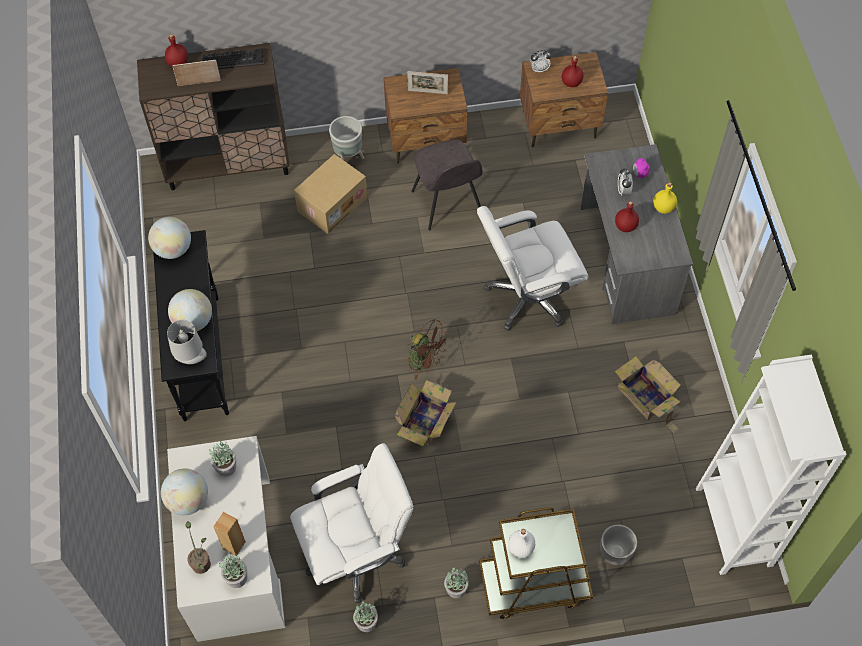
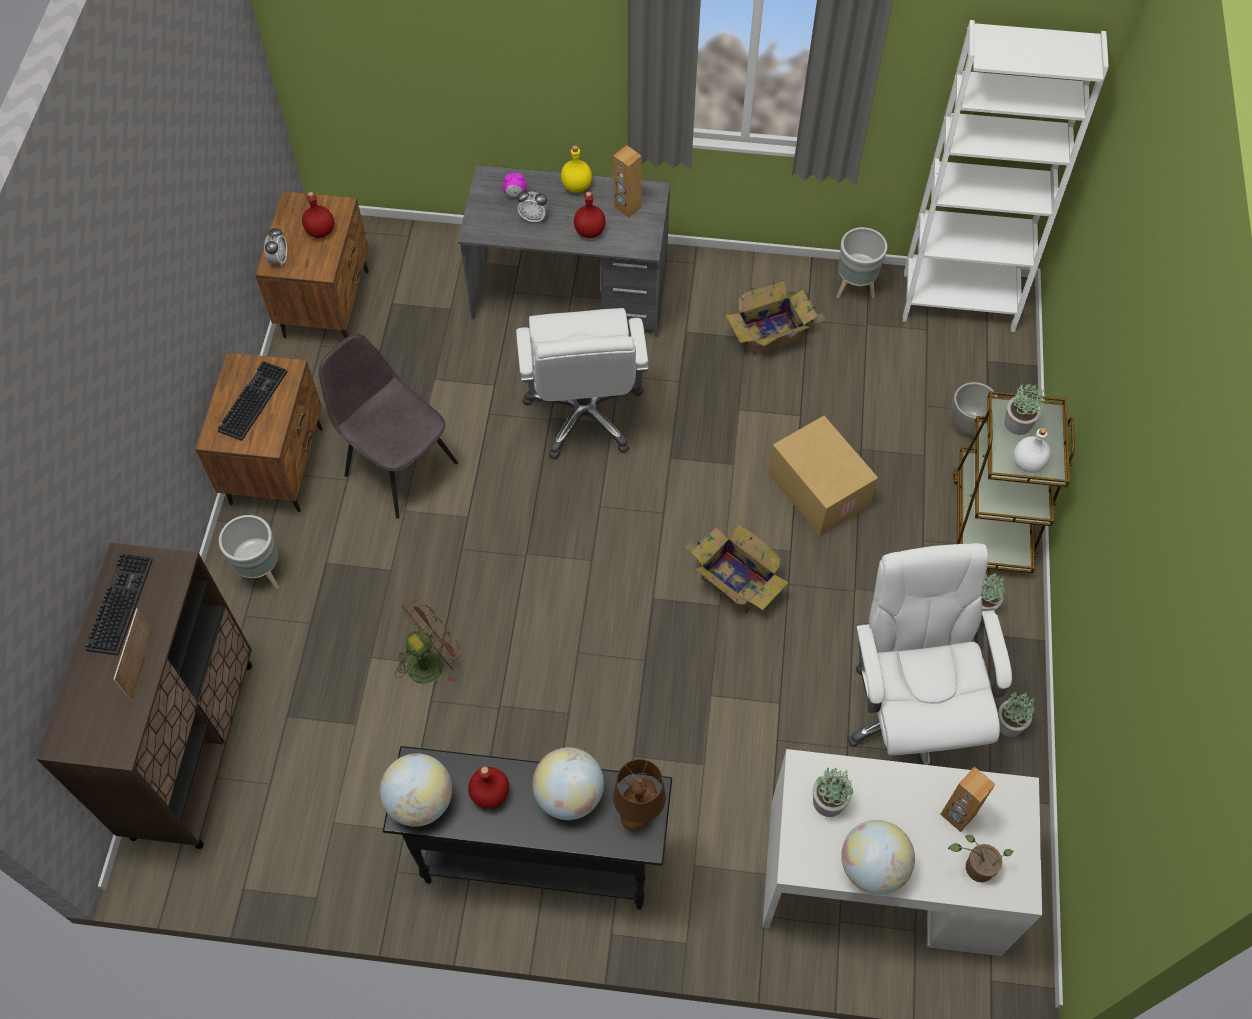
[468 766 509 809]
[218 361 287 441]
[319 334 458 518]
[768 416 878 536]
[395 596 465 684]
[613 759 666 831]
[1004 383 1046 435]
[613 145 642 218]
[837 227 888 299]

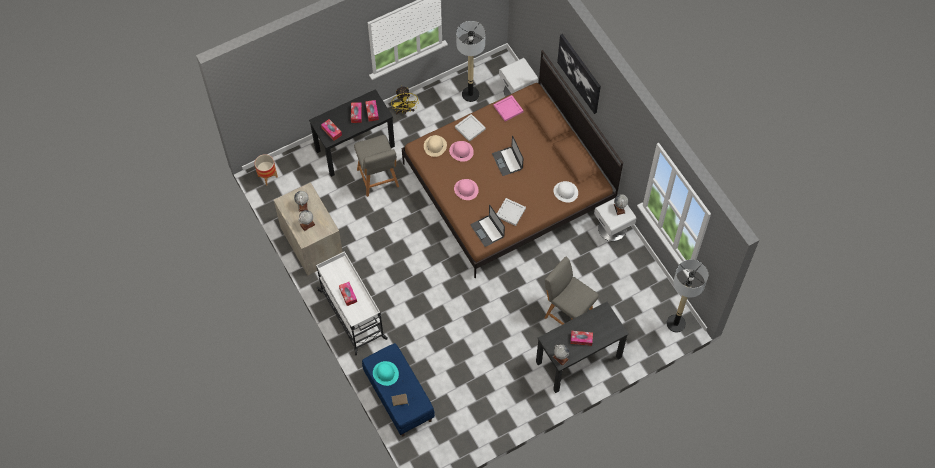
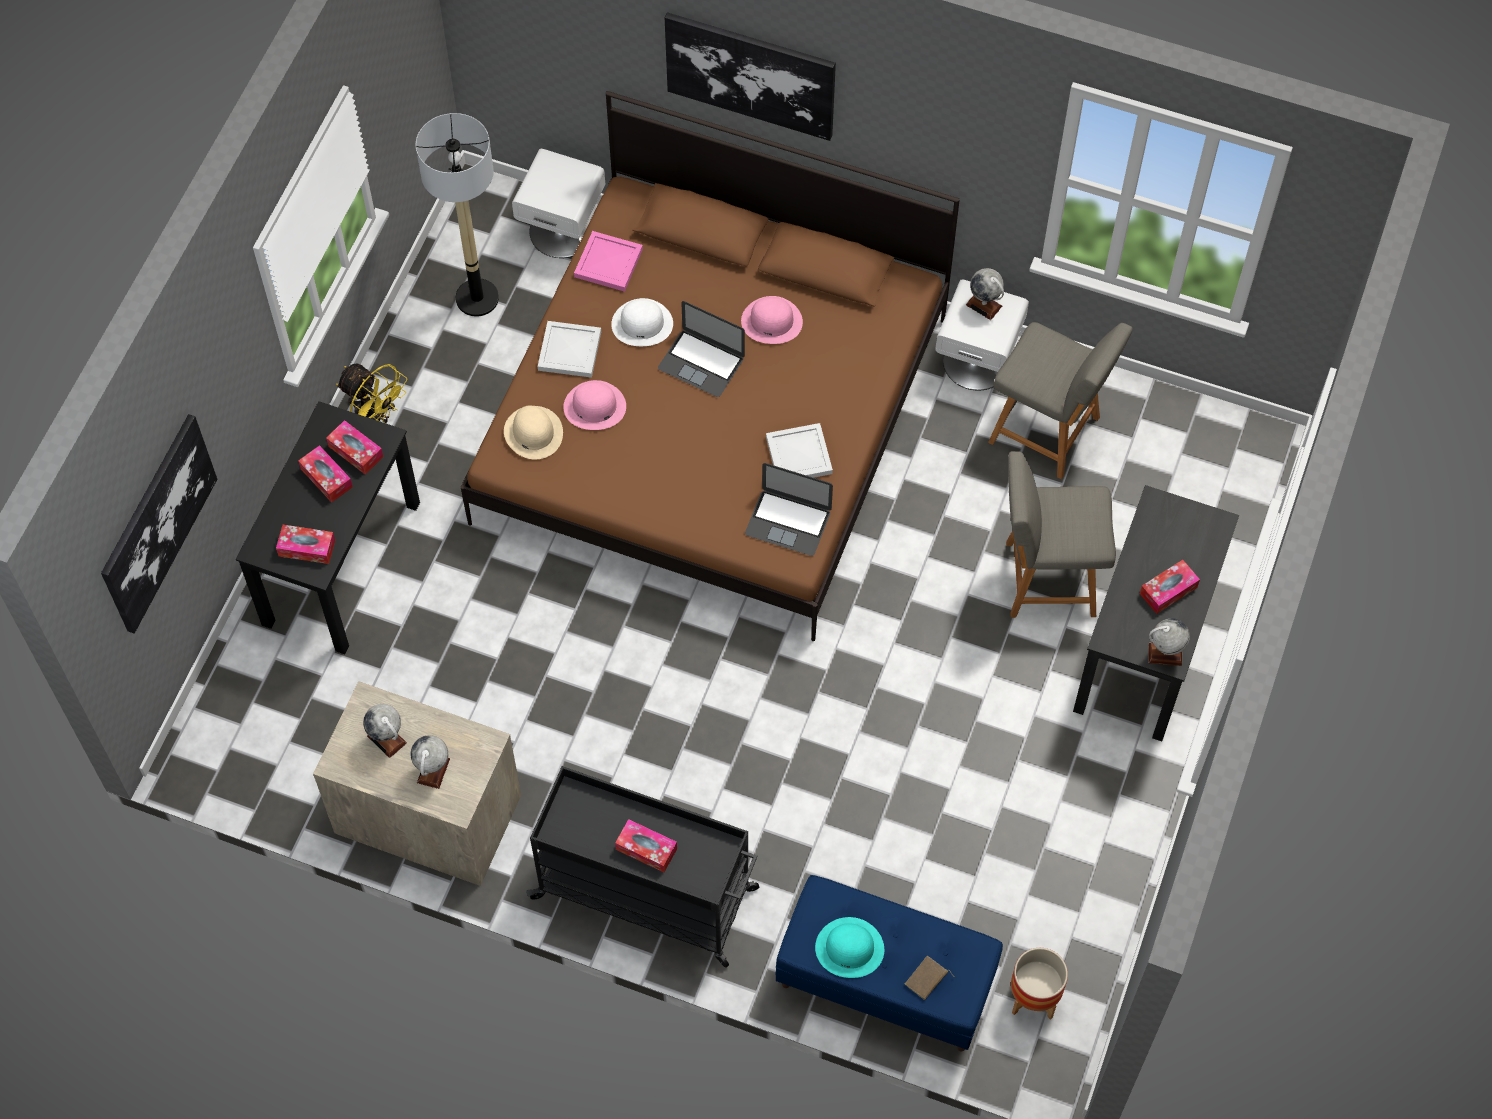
[988 322 1133 479]
[1011 948 1068 1020]
[741 296 803 344]
[611 298 673 346]
[526 766 759 968]
[667 259 708 332] (first image)
[101 414 217 634]

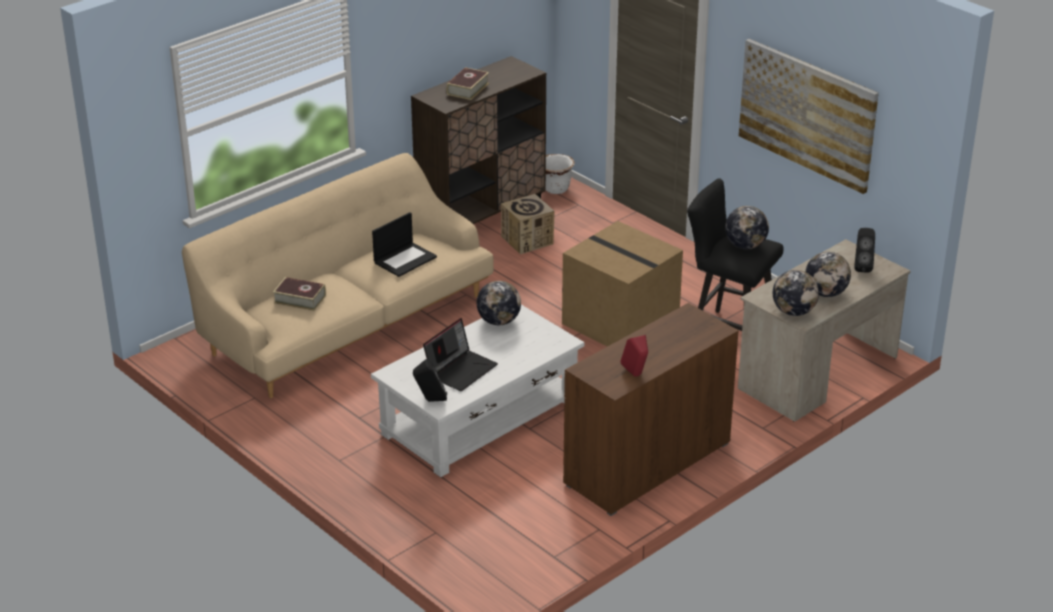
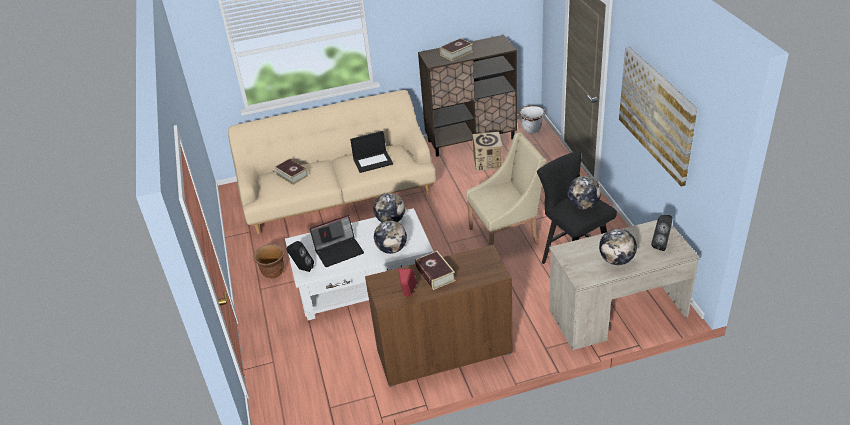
[466 132 547 245]
[374 220 407 254]
[253 244 285 278]
[415 251 456 290]

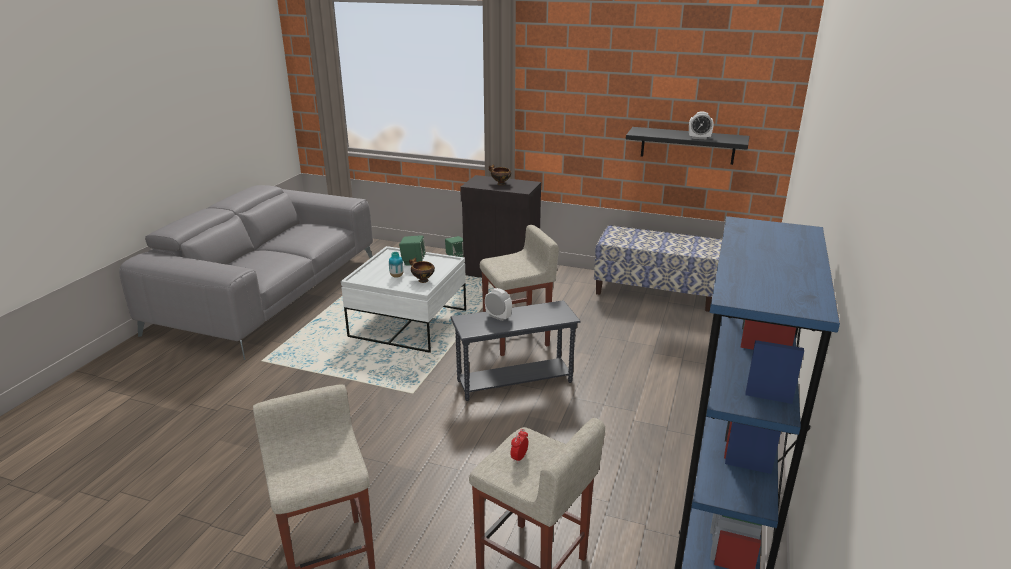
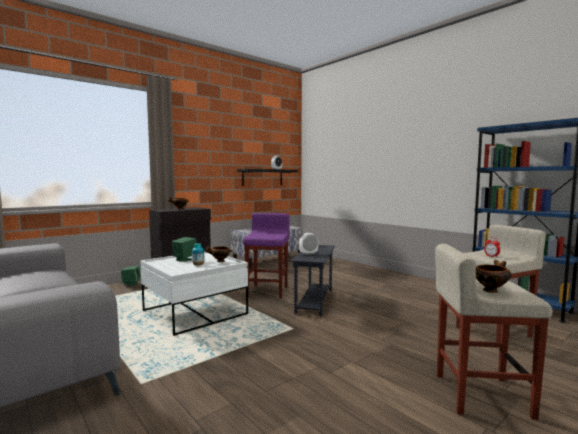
[243 213 289 298]
[476 260 512 293]

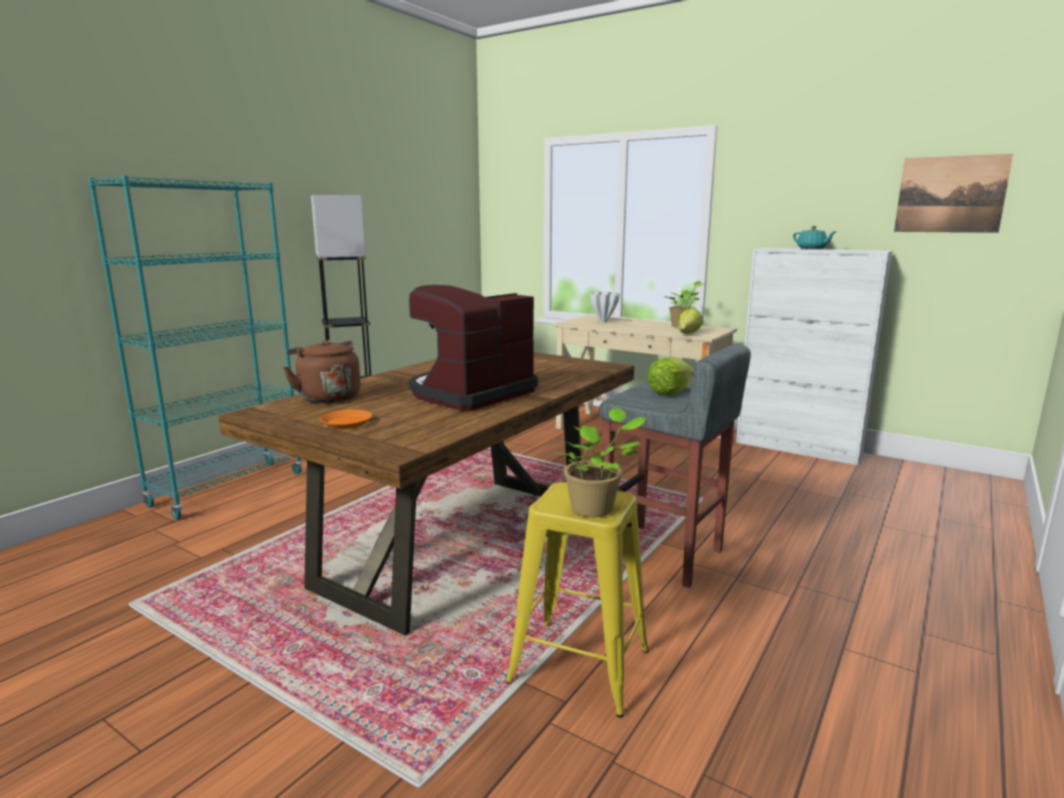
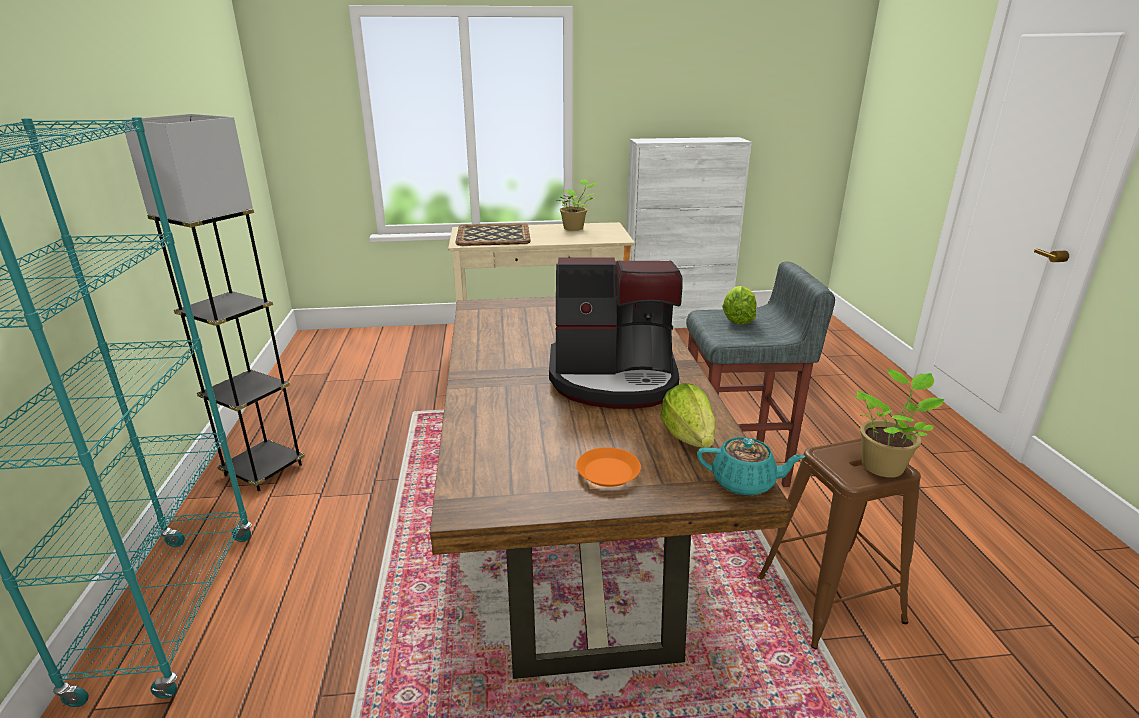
[894 154 1013 233] (first image)
[697 437 806 496]
[549 257 683 409]
[455 223 531 246]
[660 383 716 448]
[283 340 361 403] (first image)
[758 438 921 649]

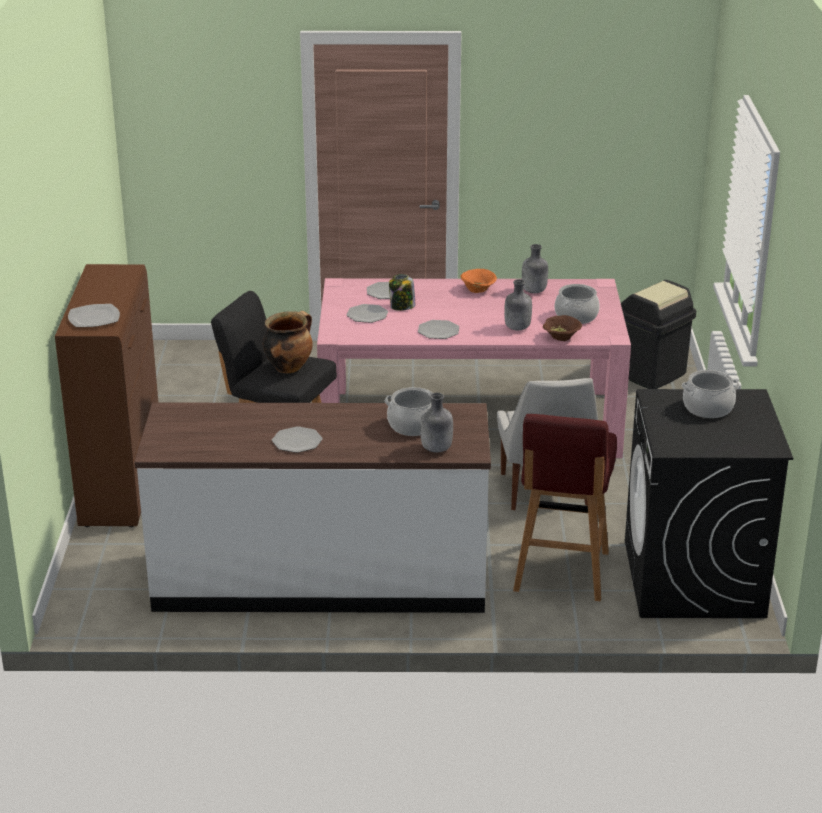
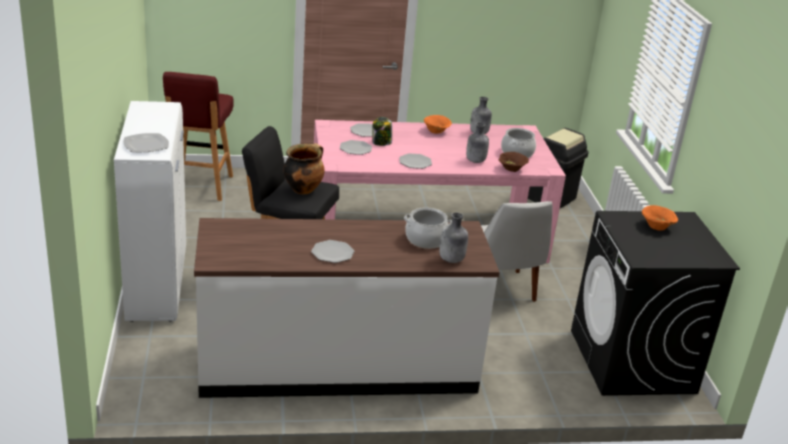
[114 101 186 322]
[642 205 678 231]
[163 72 234 201]

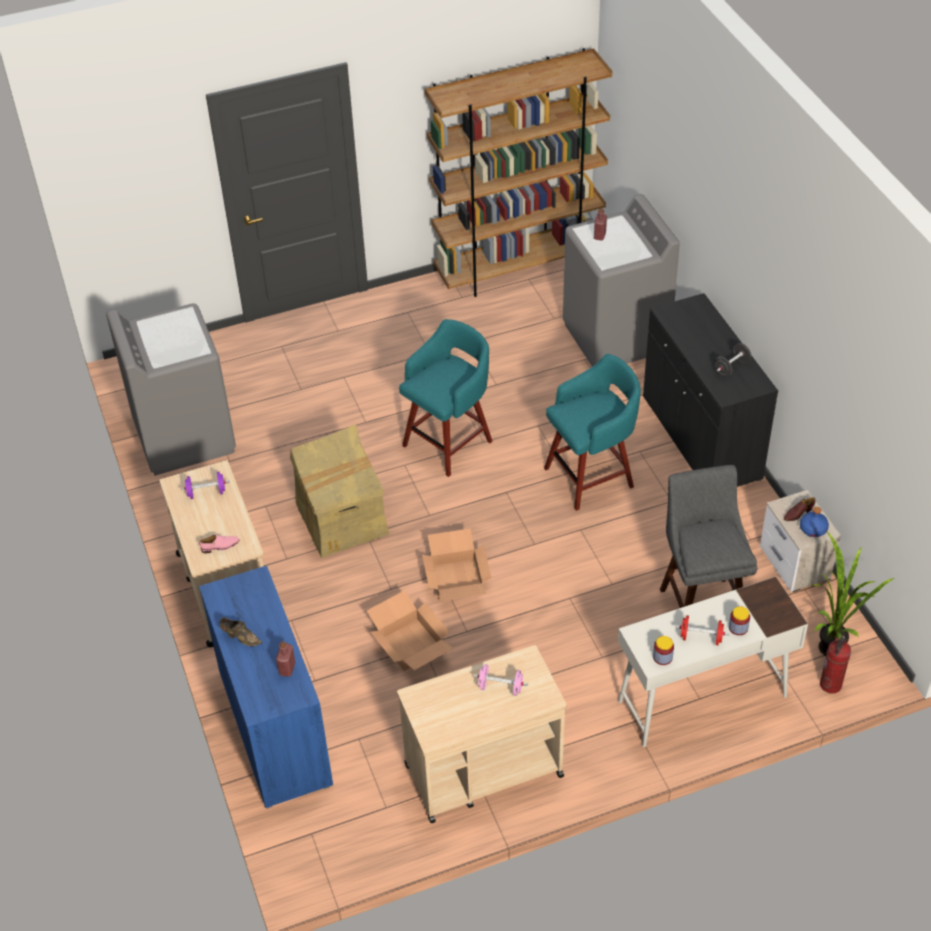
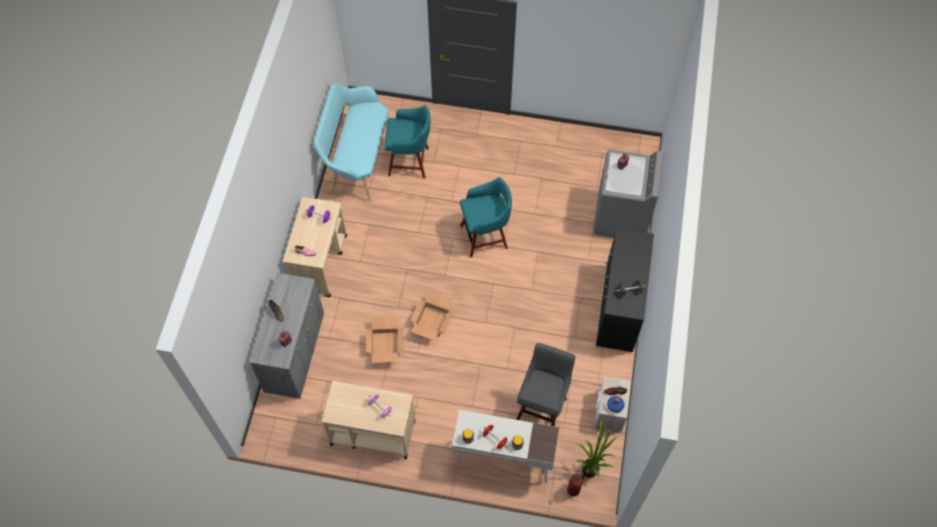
[425 48 612 297] (first image)
[314 84 389 202]
[384 105 430 179]
[290 424 389 558] (first image)
[249 273 324 399]

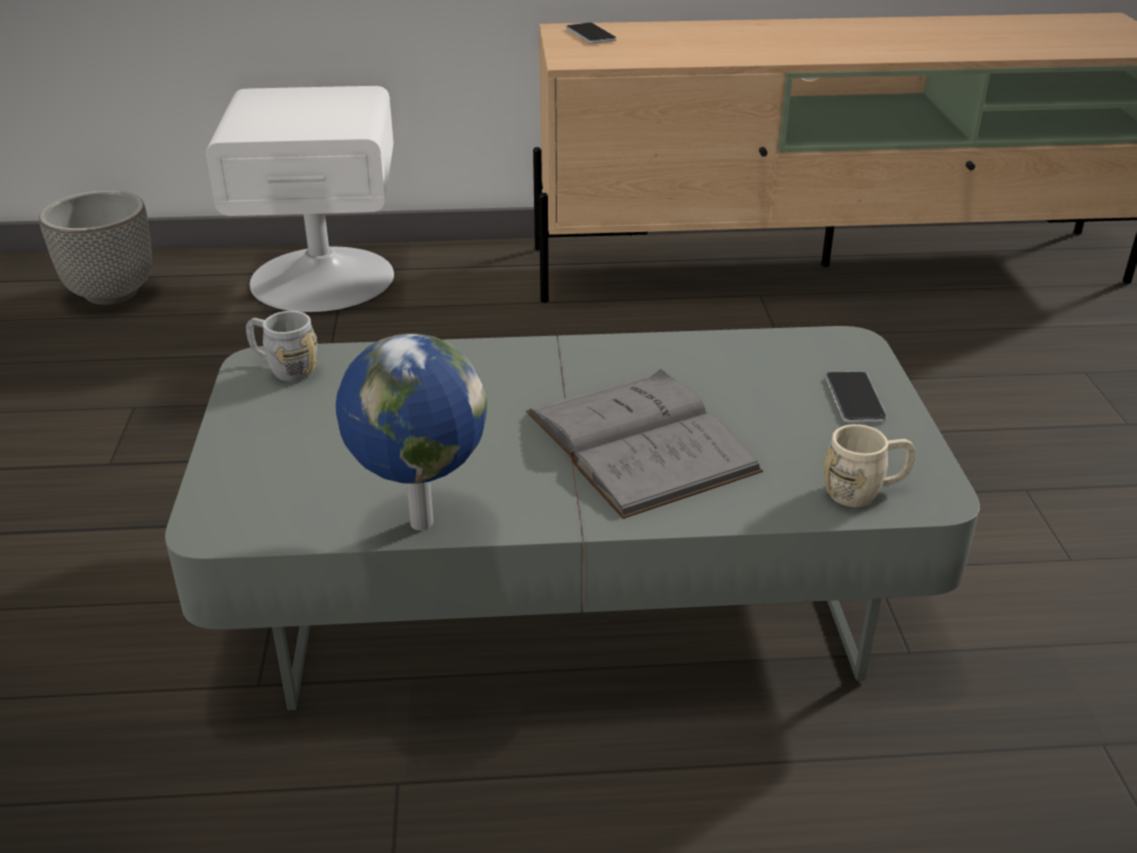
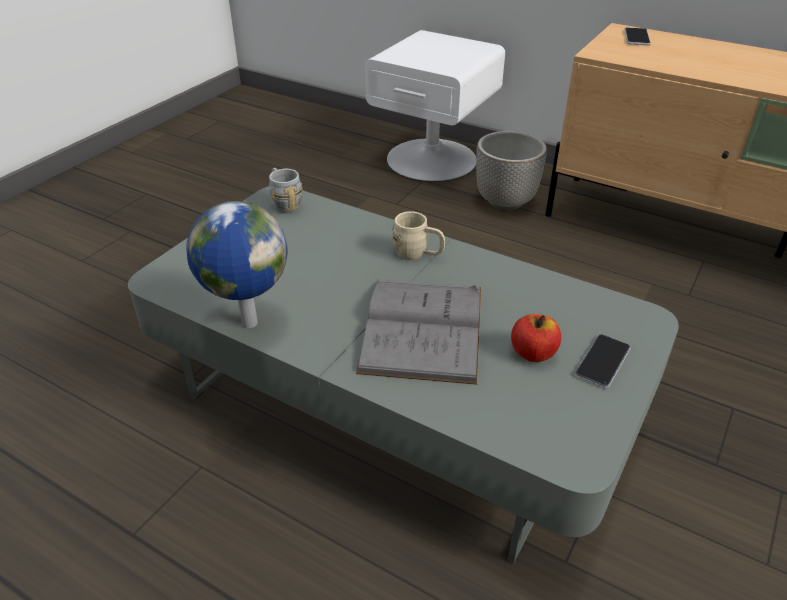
[476 131 547 210]
[392 211 445 260]
[511 314 561 362]

